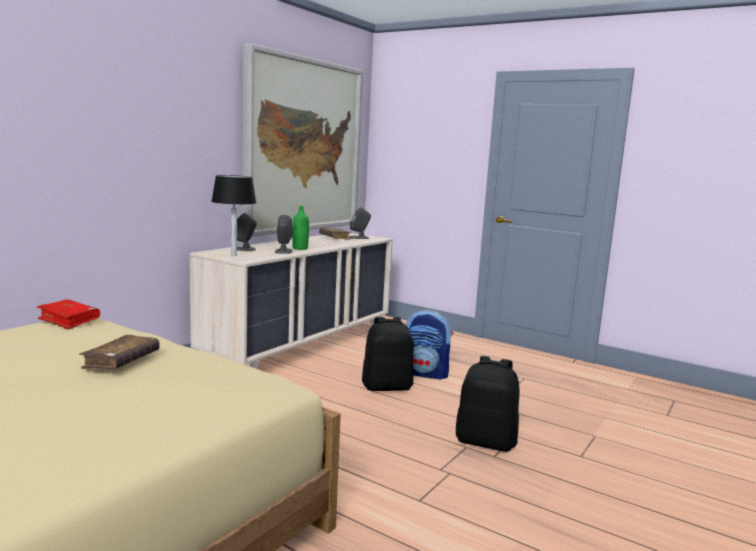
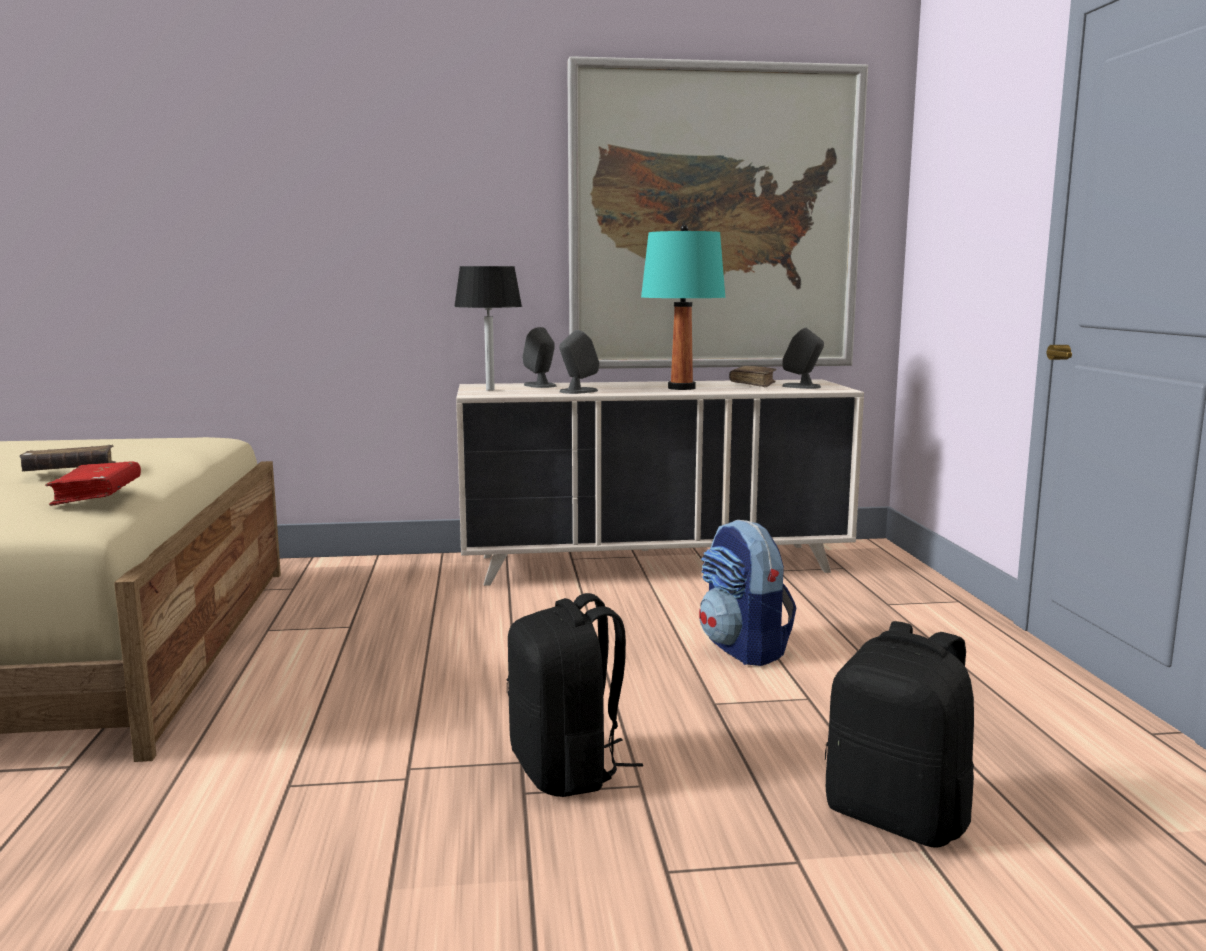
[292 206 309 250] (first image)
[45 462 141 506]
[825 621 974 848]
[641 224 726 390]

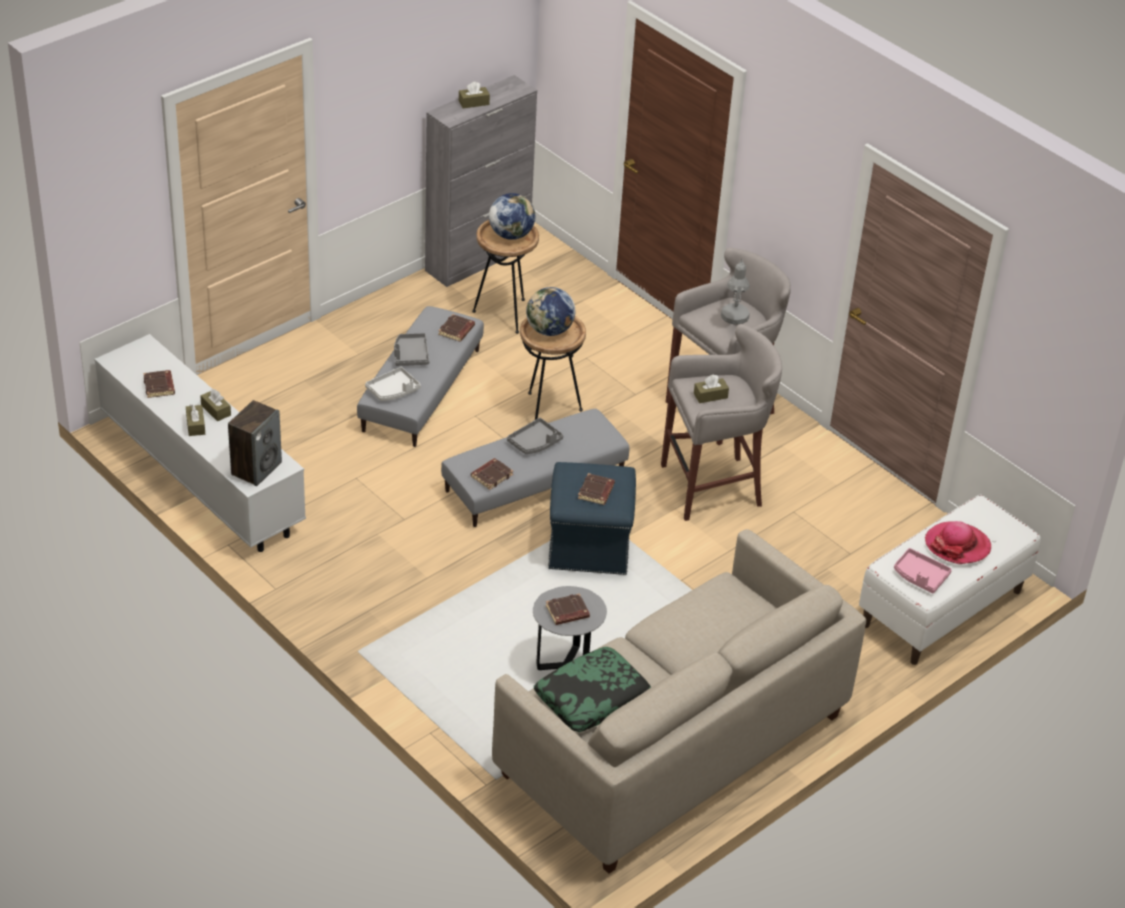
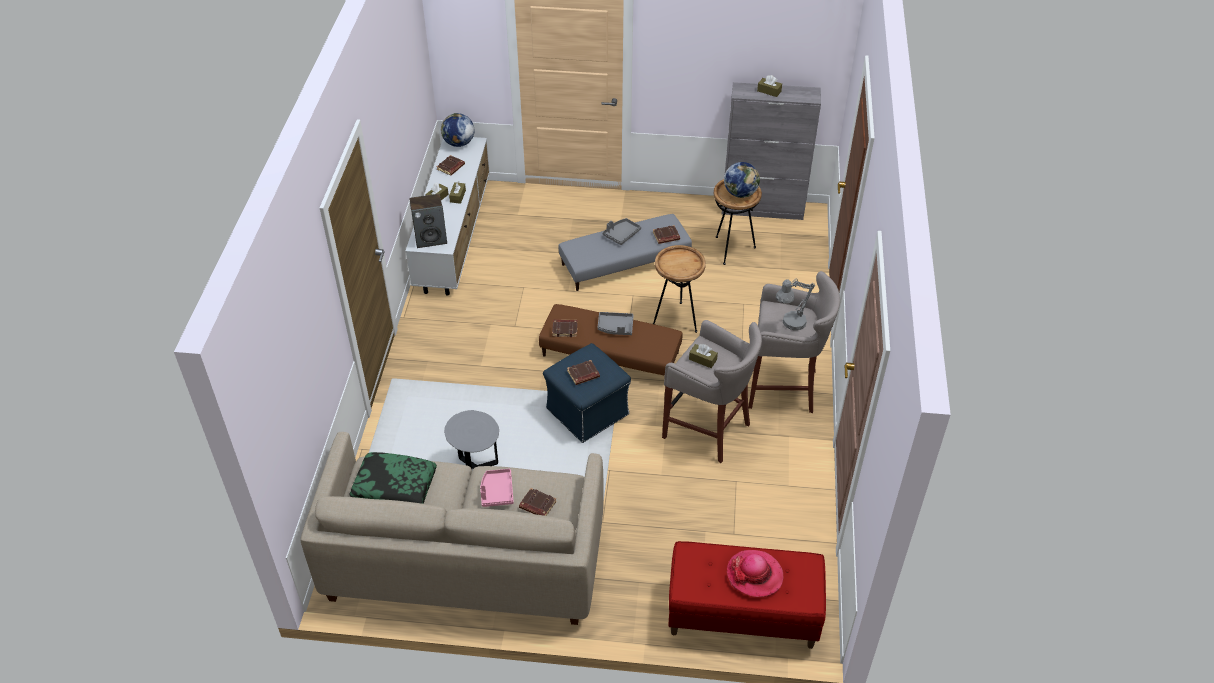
[441 113 475 147]
[365 367 421 401] (first image)
[539 304 683 377]
[668 541 826 649]
[480 469 514 507]
[519 488 557 516]

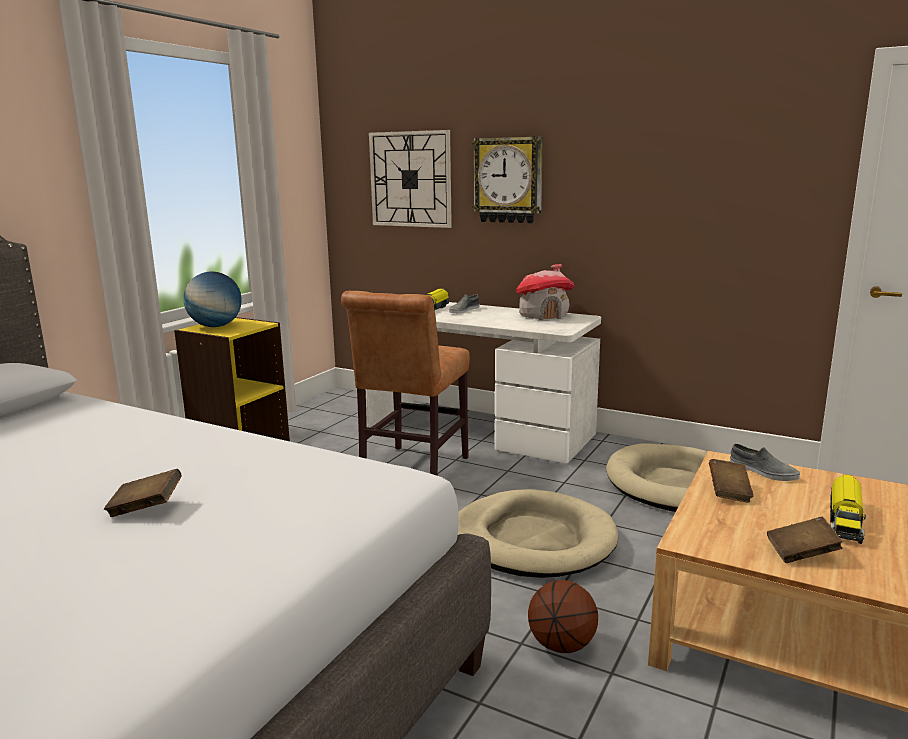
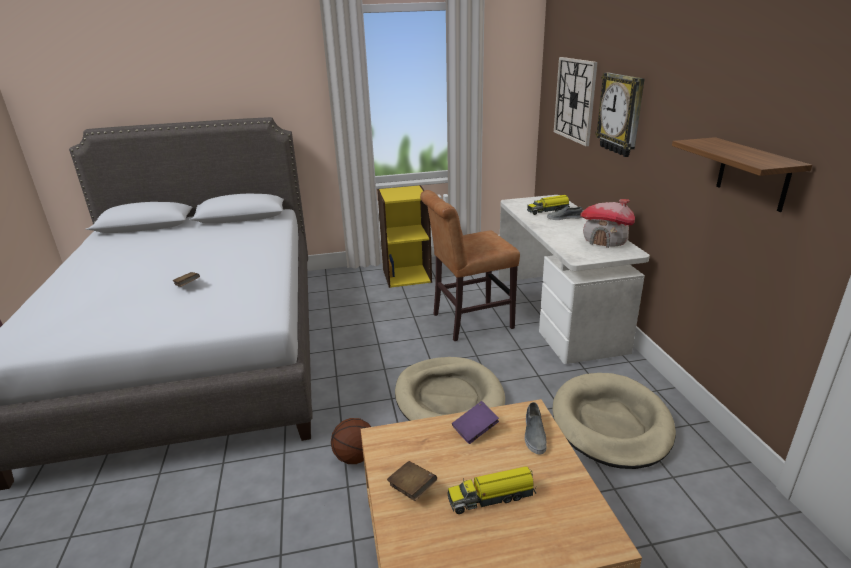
[183 271 242 327] (first image)
[452 401 499 444]
[672 137 812 212]

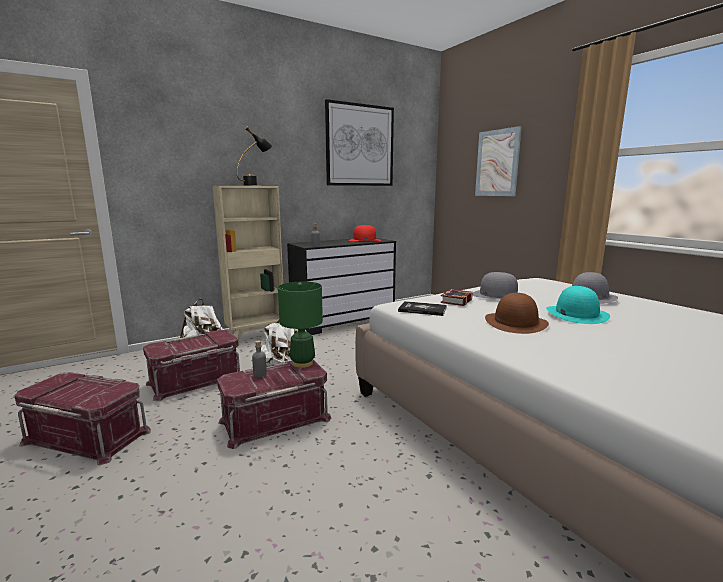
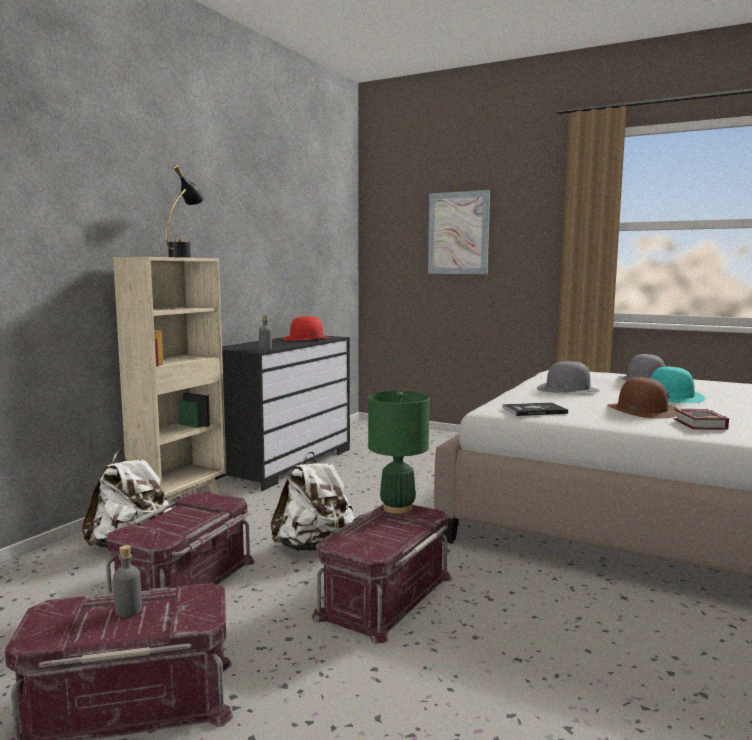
[325 99 394 186] (first image)
[674 409 729 430]
[113 545 142 617]

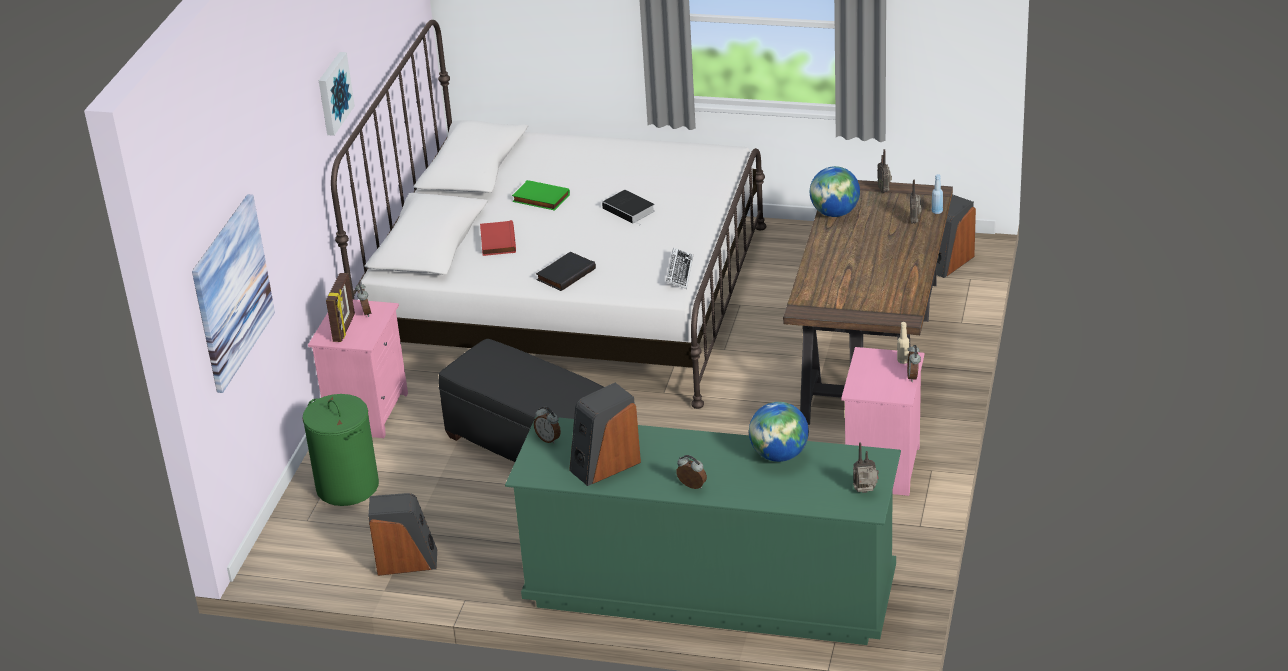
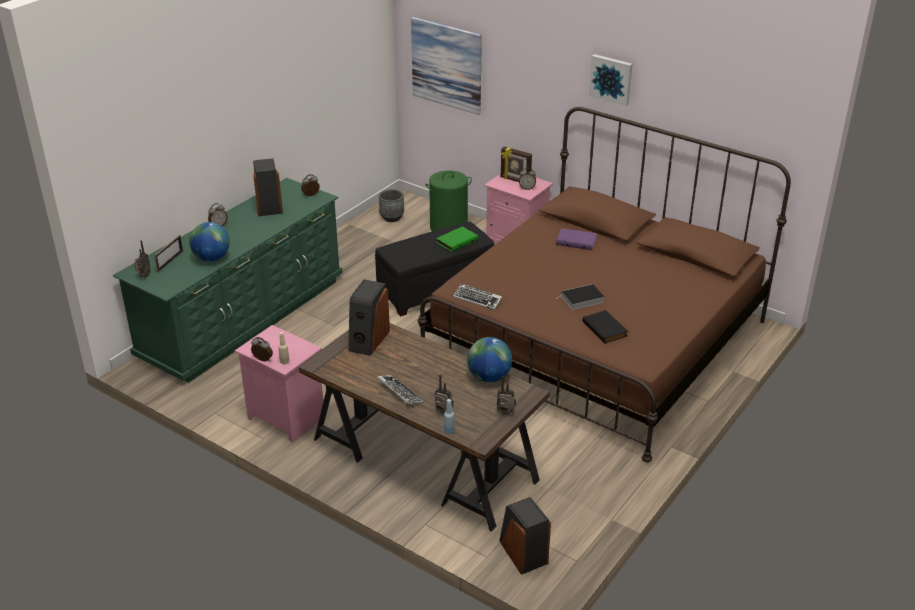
[418 107 791 462]
[436 226 478 252]
[556 228 597 250]
[582 310 628 344]
[348 279 390 356]
[379 189 404 222]
[154 235 183 272]
[377 375 423 404]

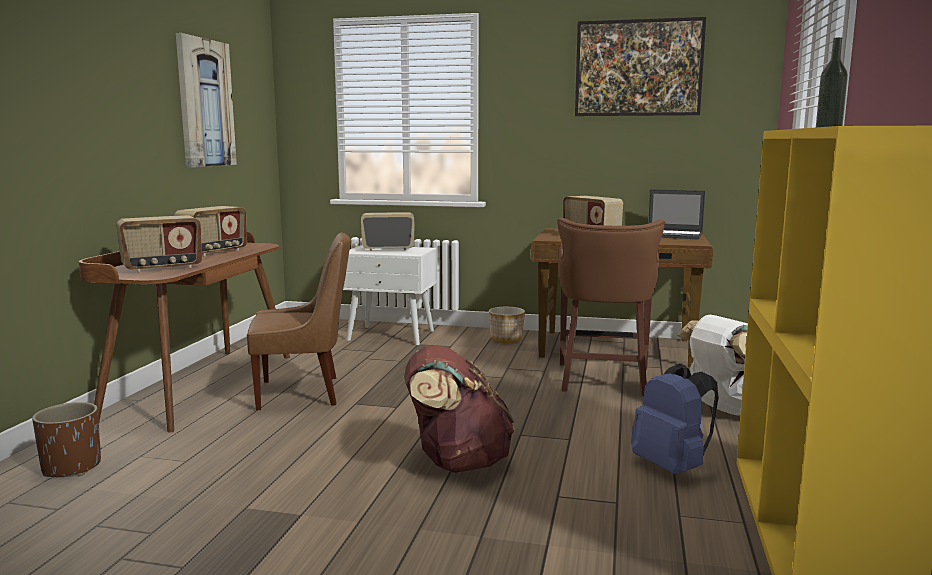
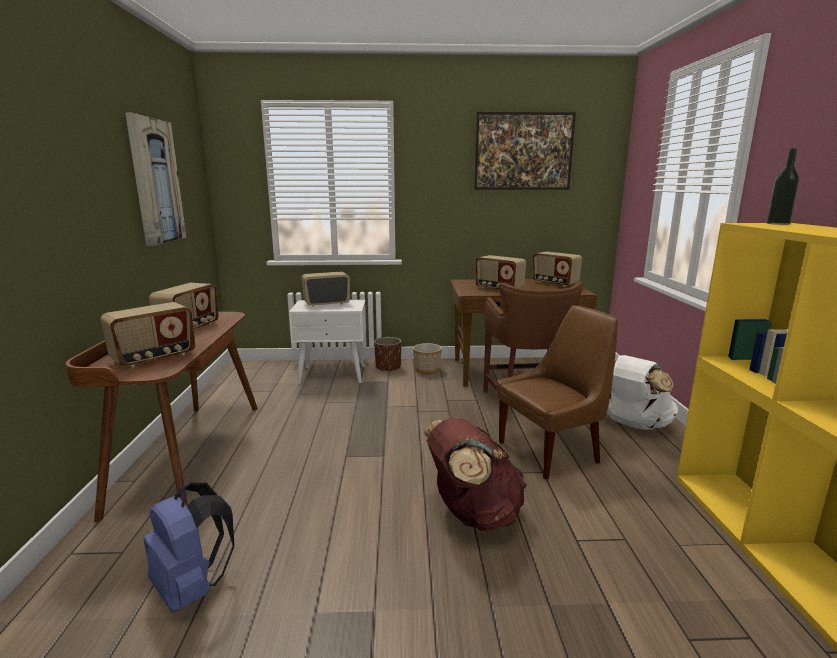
[532 251 582 287]
[497 305 618 480]
[144 483 235 613]
[374 337 401 371]

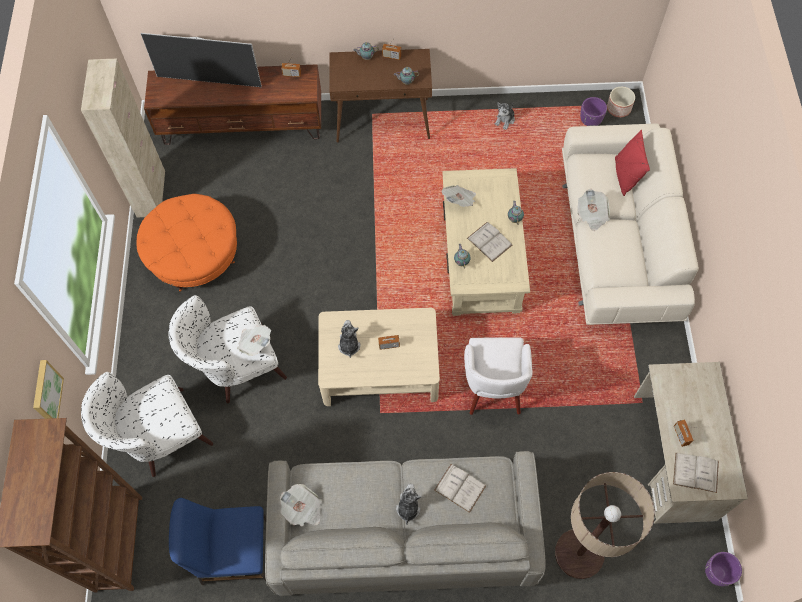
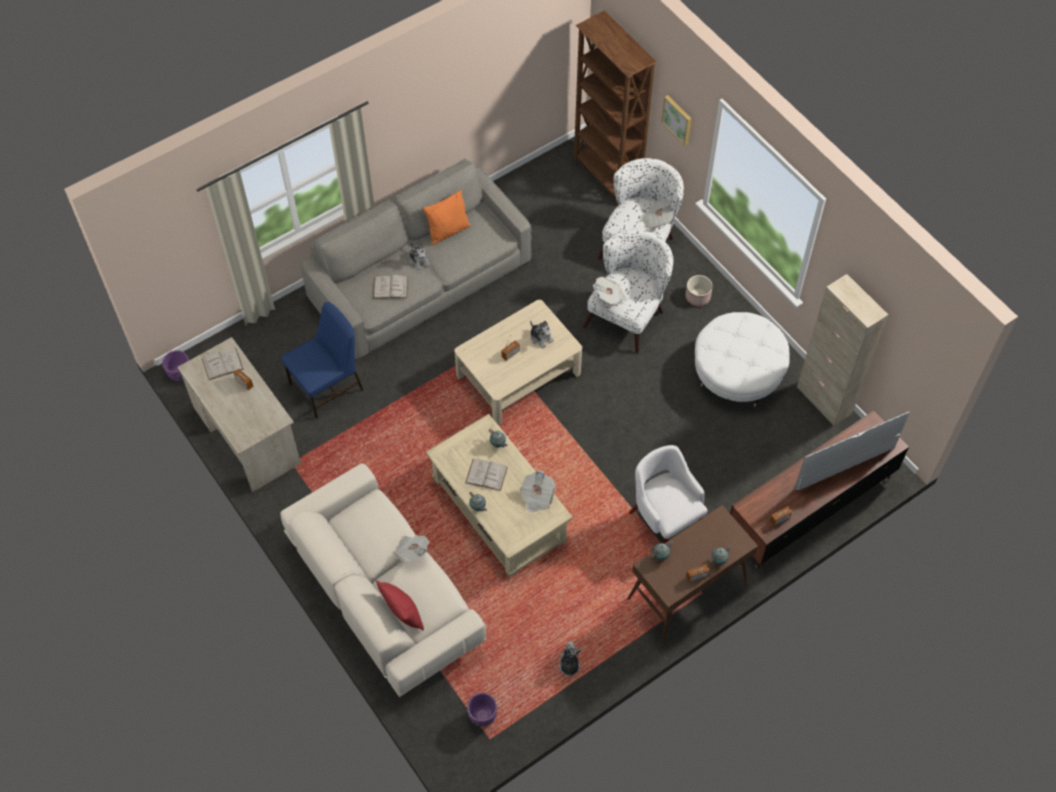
[685 275 713 306]
[695 312 790 406]
[629 445 707 544]
[555 472 655 579] (first image)
[640 199 674 230]
[281 302 363 419]
[423 190 471 245]

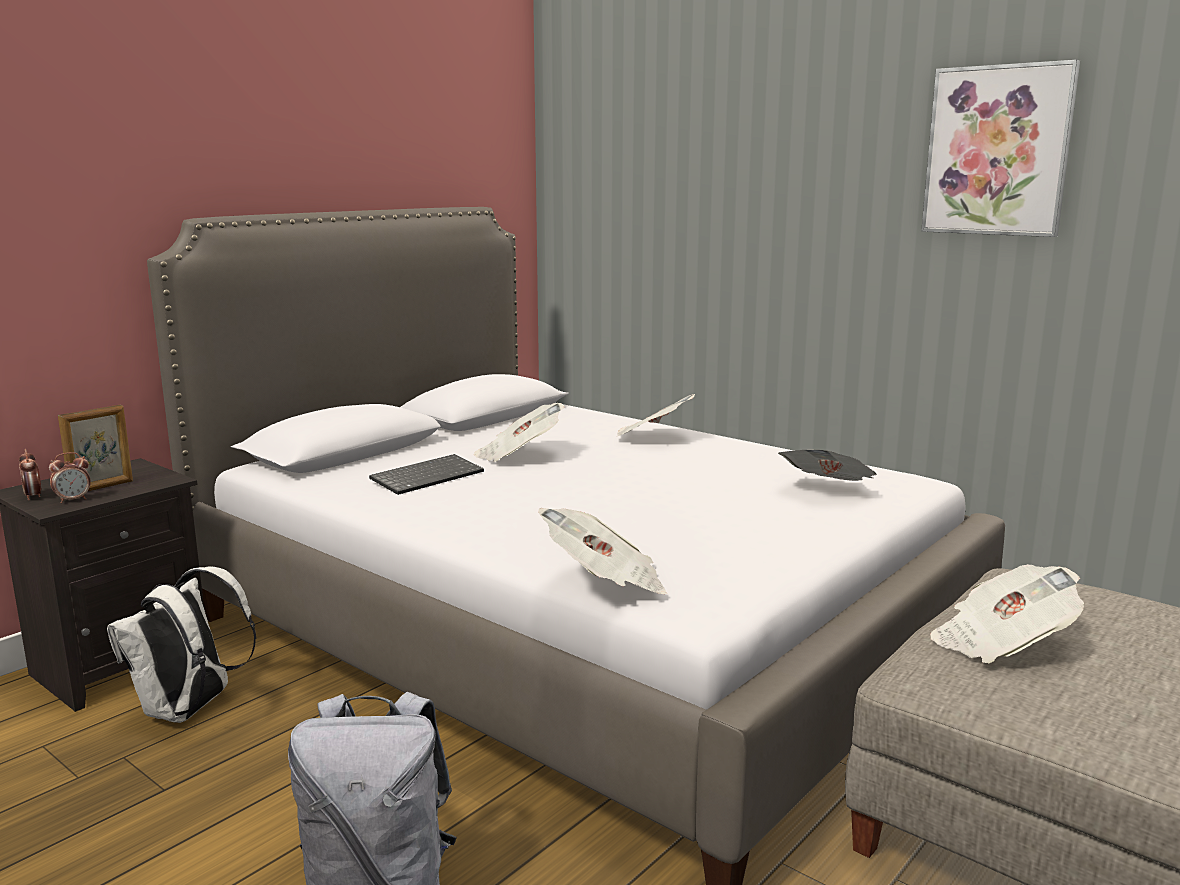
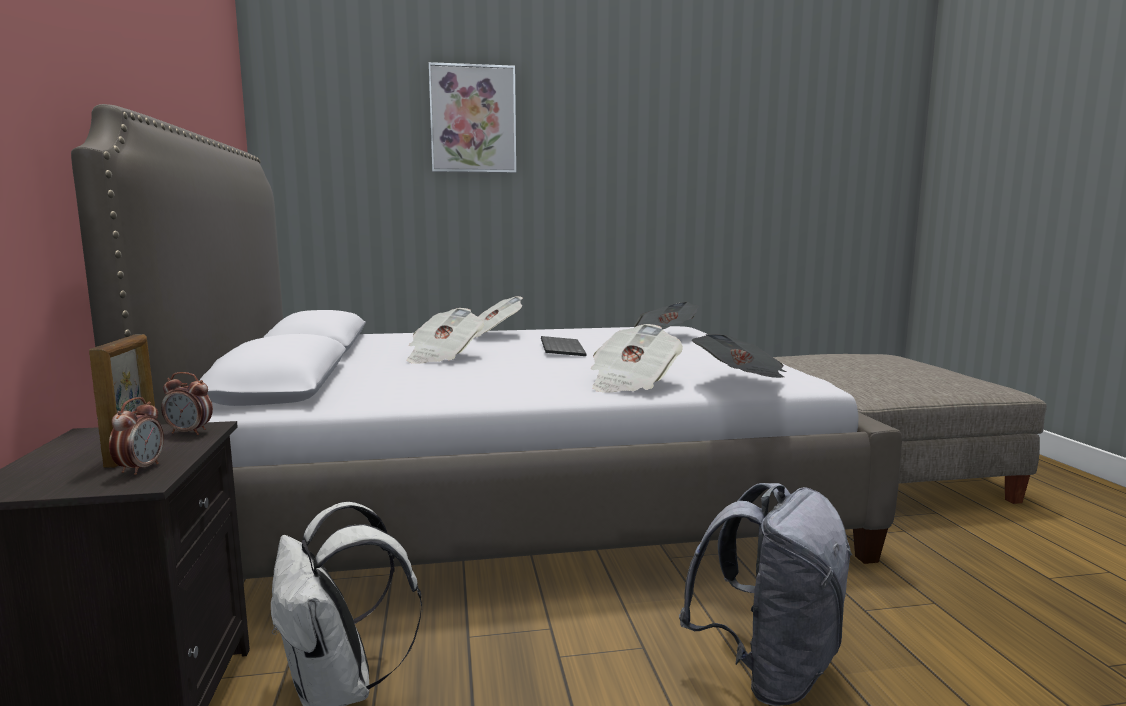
[428 62 517 173]
[161 372 213 435]
[541 336 587 356]
[590 324 683 393]

